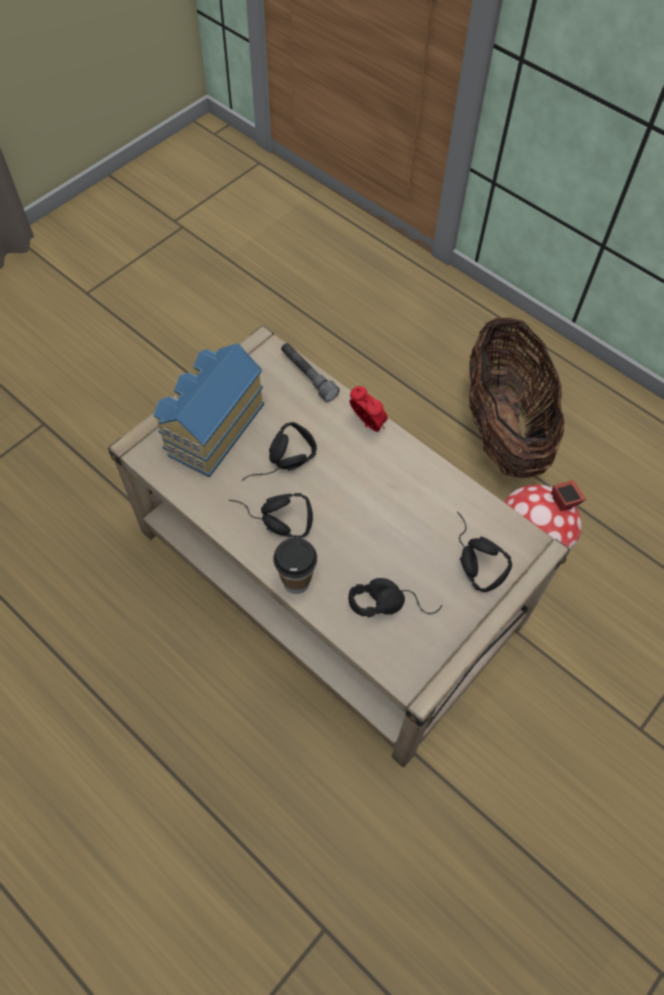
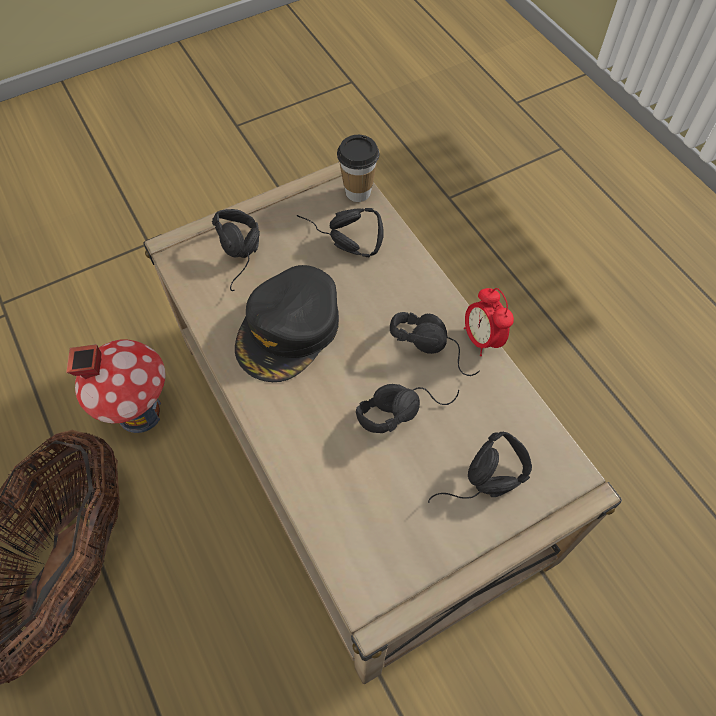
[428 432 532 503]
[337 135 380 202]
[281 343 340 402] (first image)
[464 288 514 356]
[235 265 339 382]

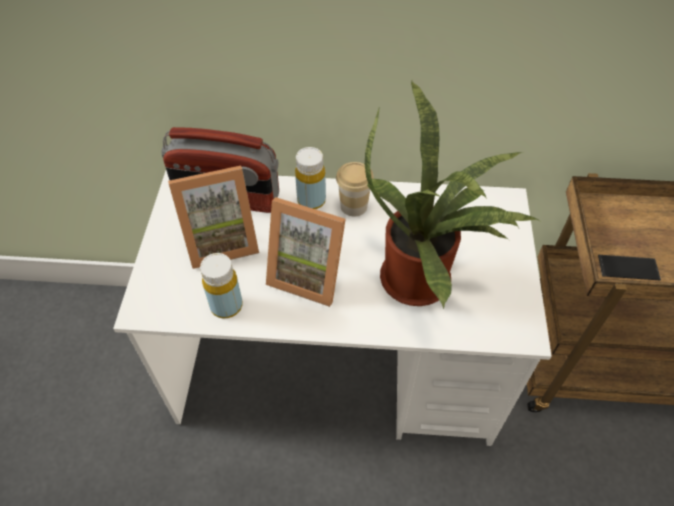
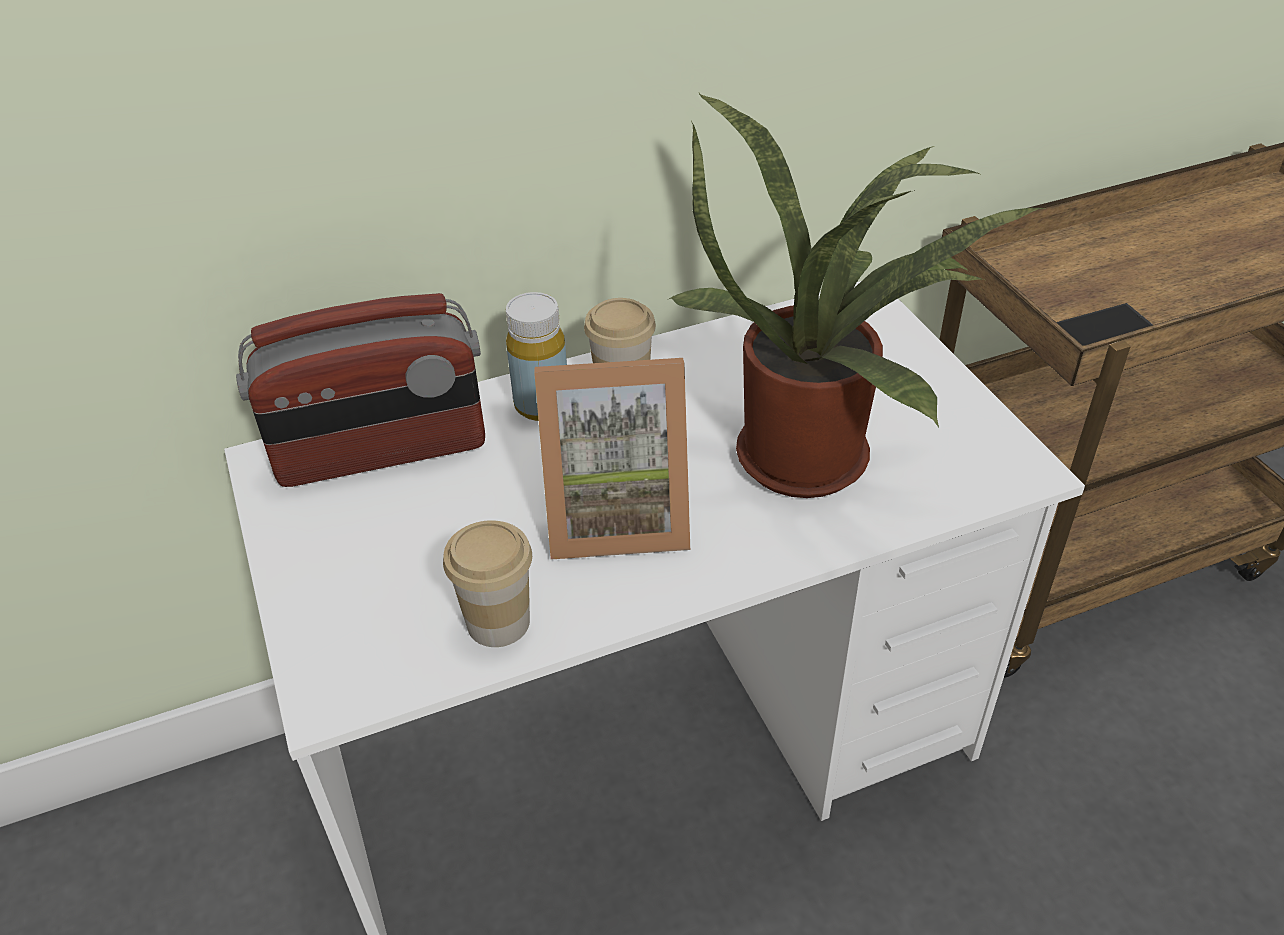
[168 166 259 269] (first image)
[443 520 532 647]

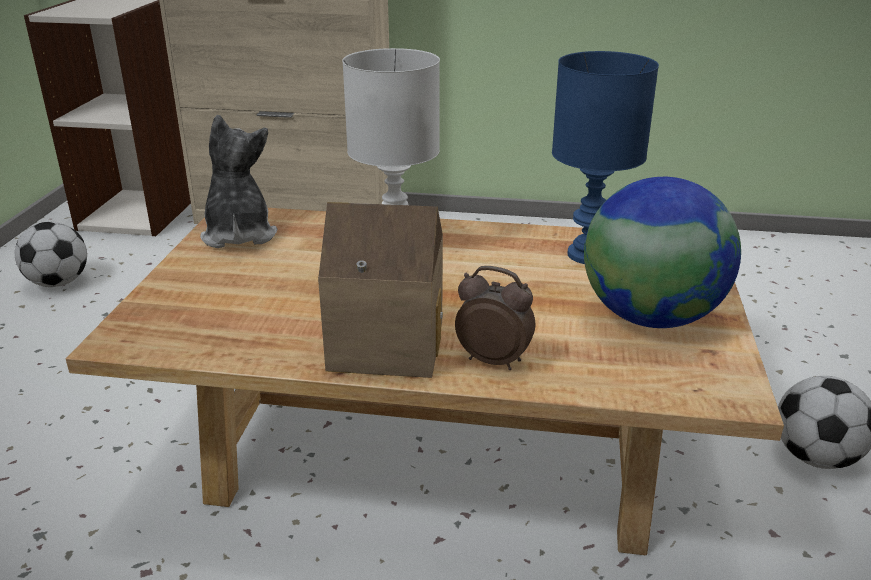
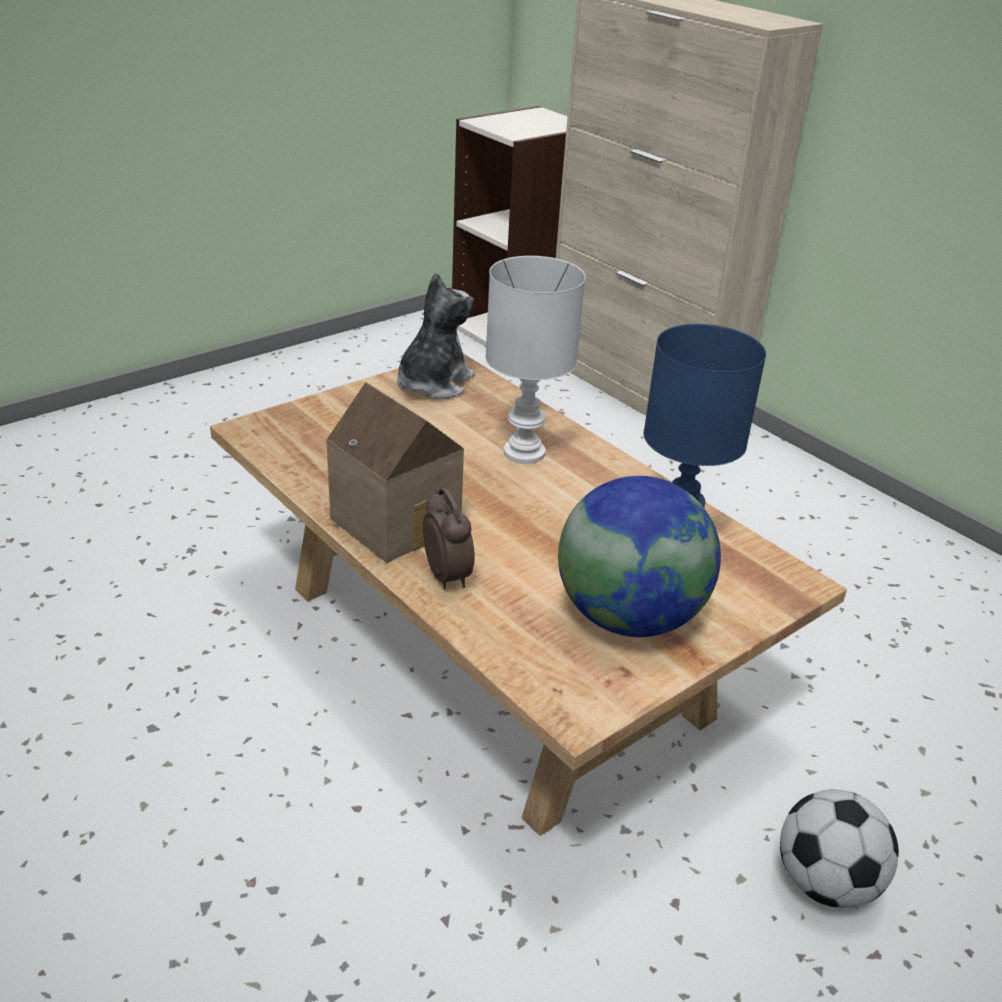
[15 221 87 287] (first image)

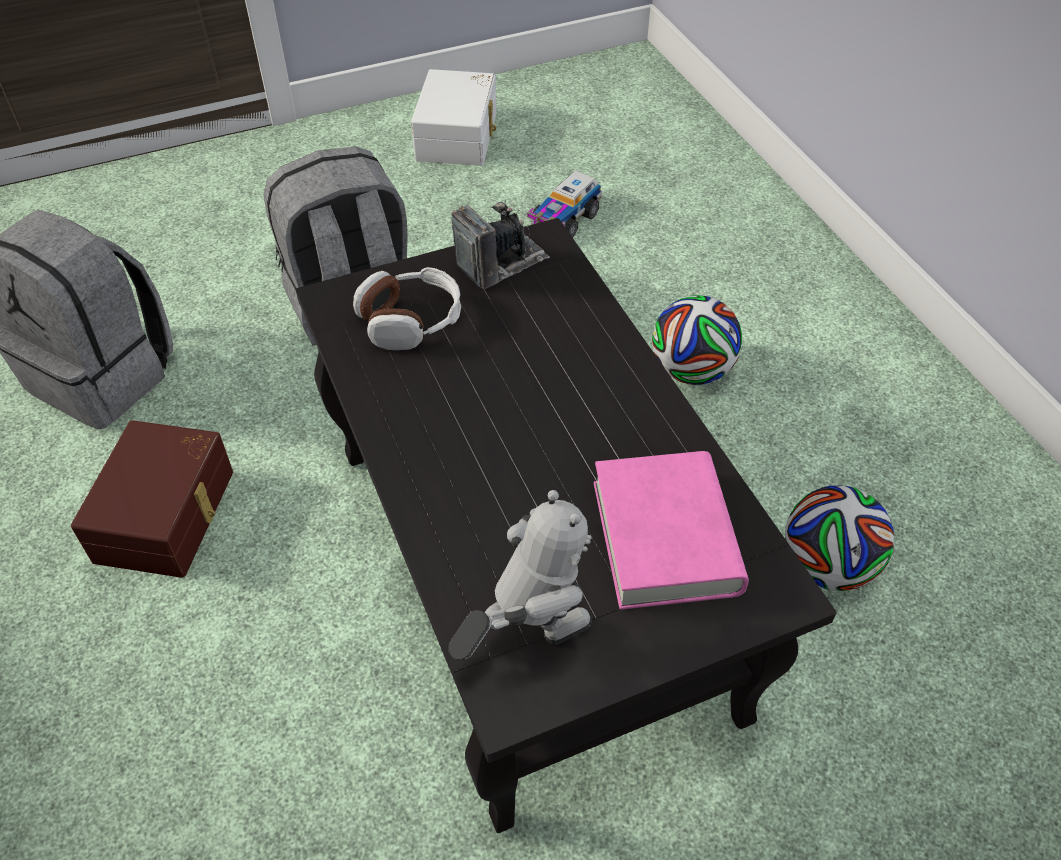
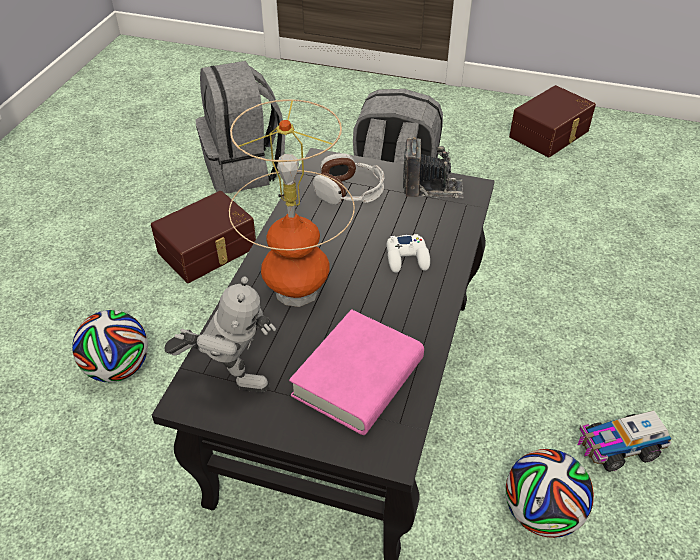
[509 85 596 157]
[577 411 672 472]
[72 310 148 382]
[229 99 355 307]
[387 234 430 273]

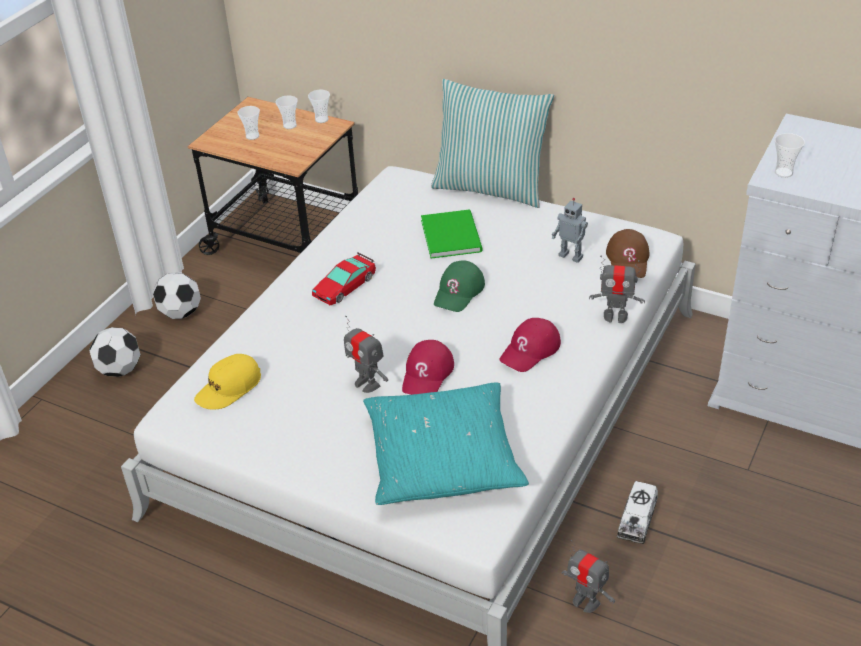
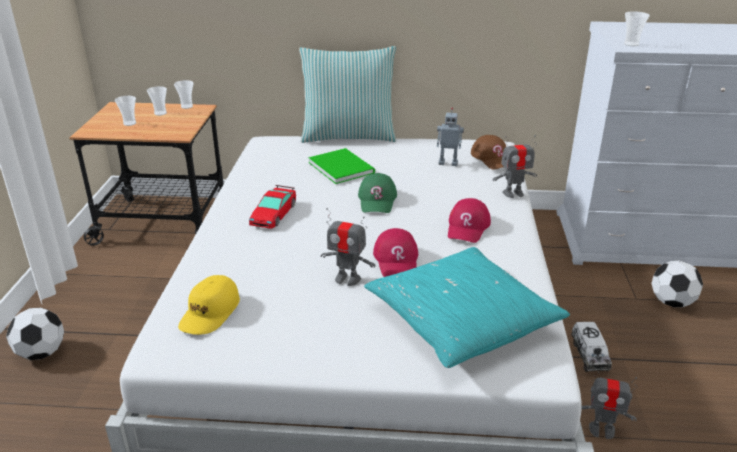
[651 260 703 307]

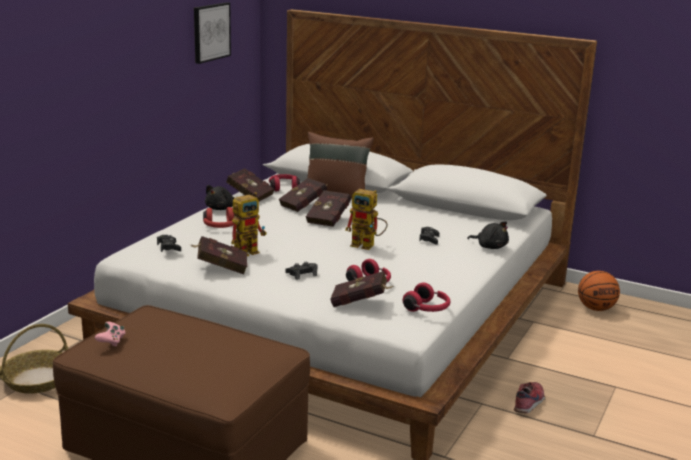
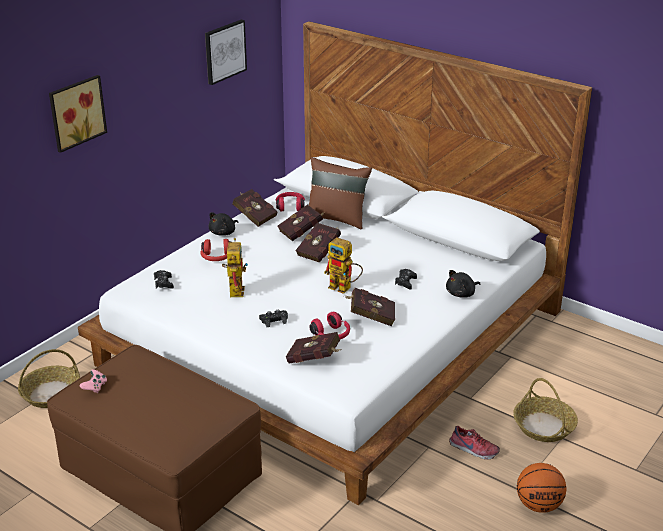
[344 288 395 326]
[222 238 248 297]
[403 283 451 312] (first image)
[446 270 480 298]
[449 426 500 460]
[517 463 566 513]
[49 75 107 153]
[513 378 578 442]

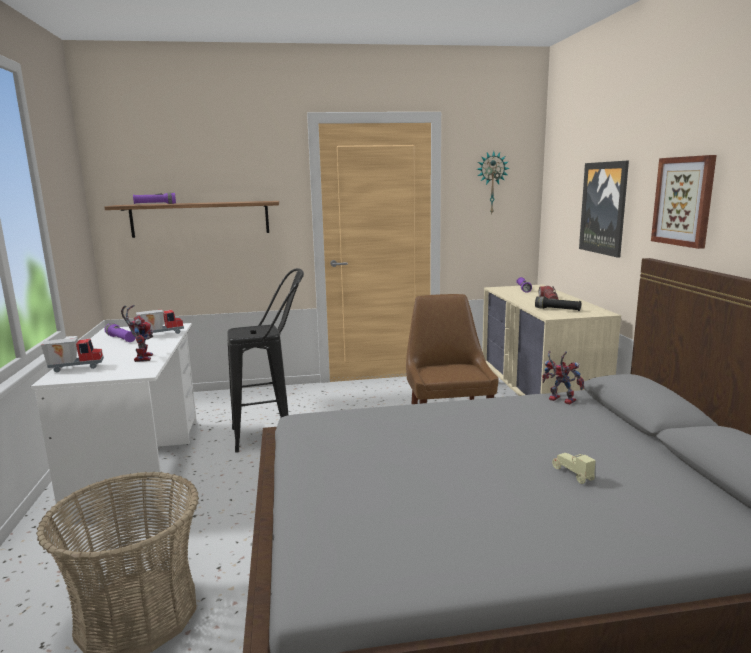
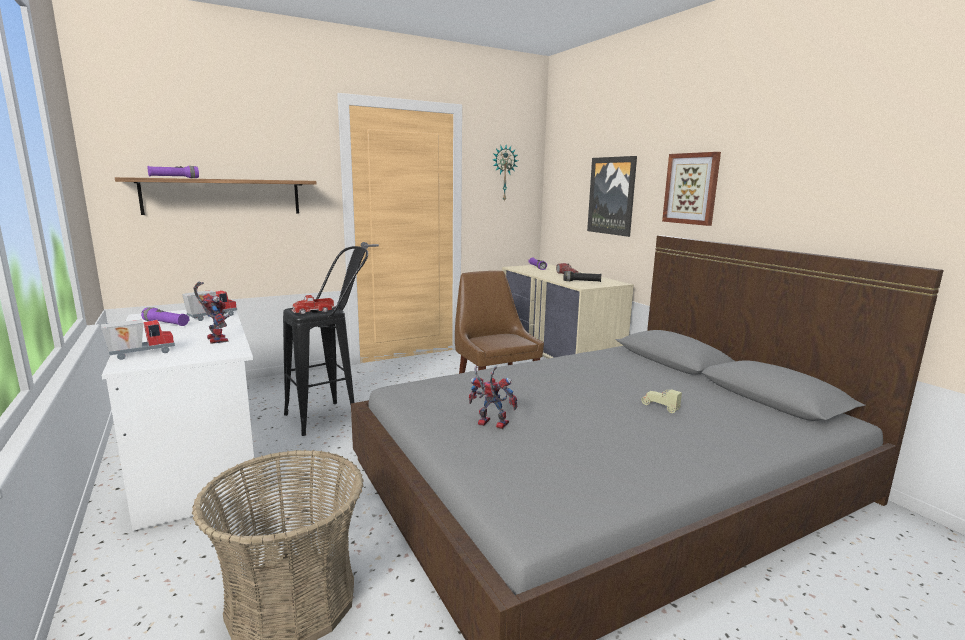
[469 366 518 429]
[292 295 335 315]

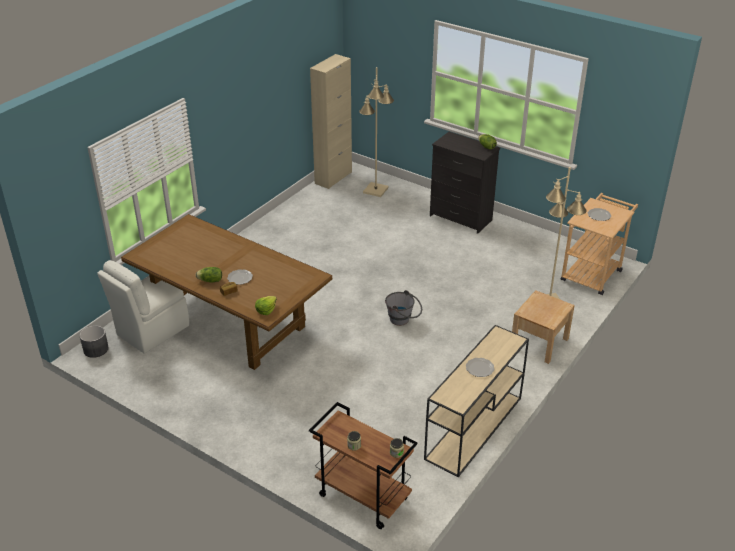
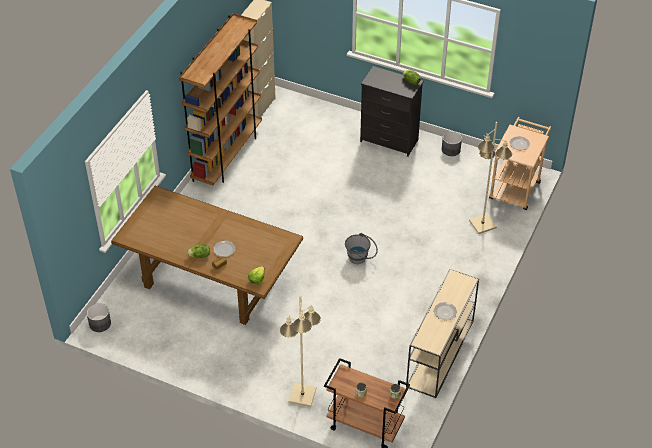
[97 260 189 353] (first image)
[280 295 321 407]
[512 290 575 364] (first image)
[179 13 262 186]
[442 131 462 156]

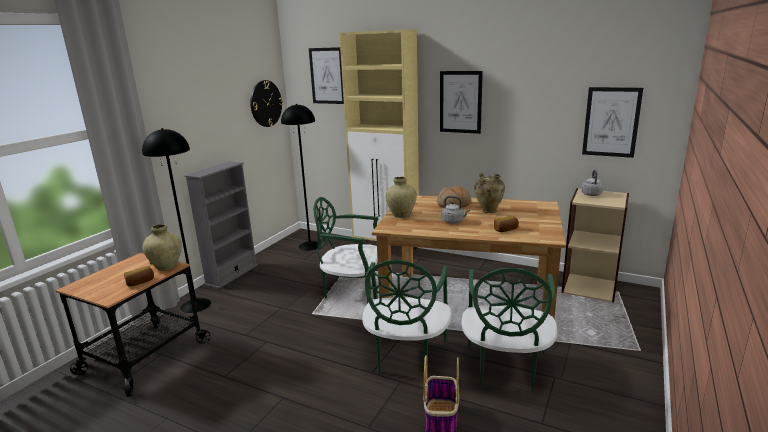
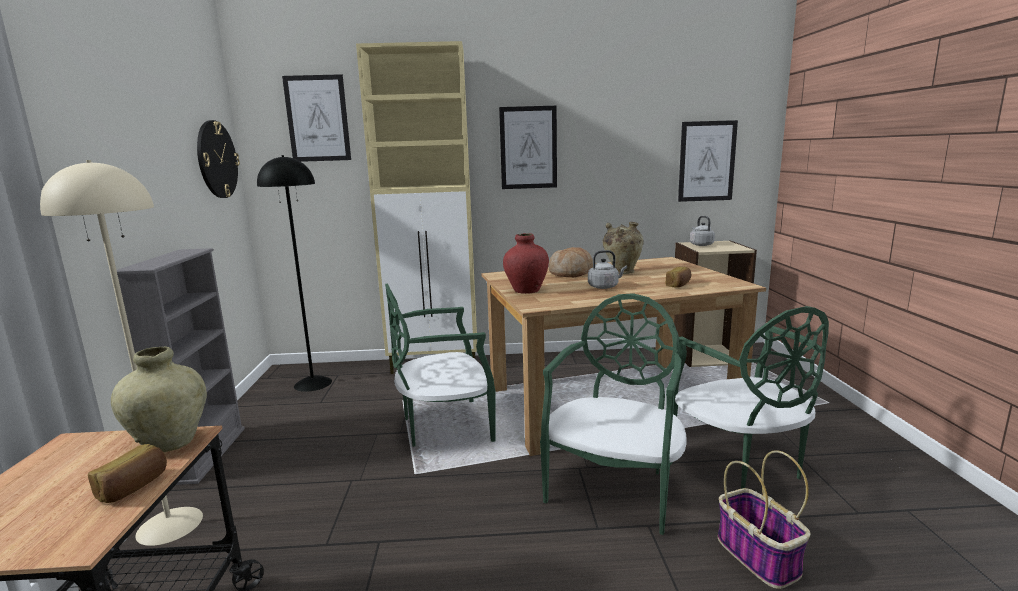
[40 160 203 546]
[540 293 687 535]
[503 233 549 294]

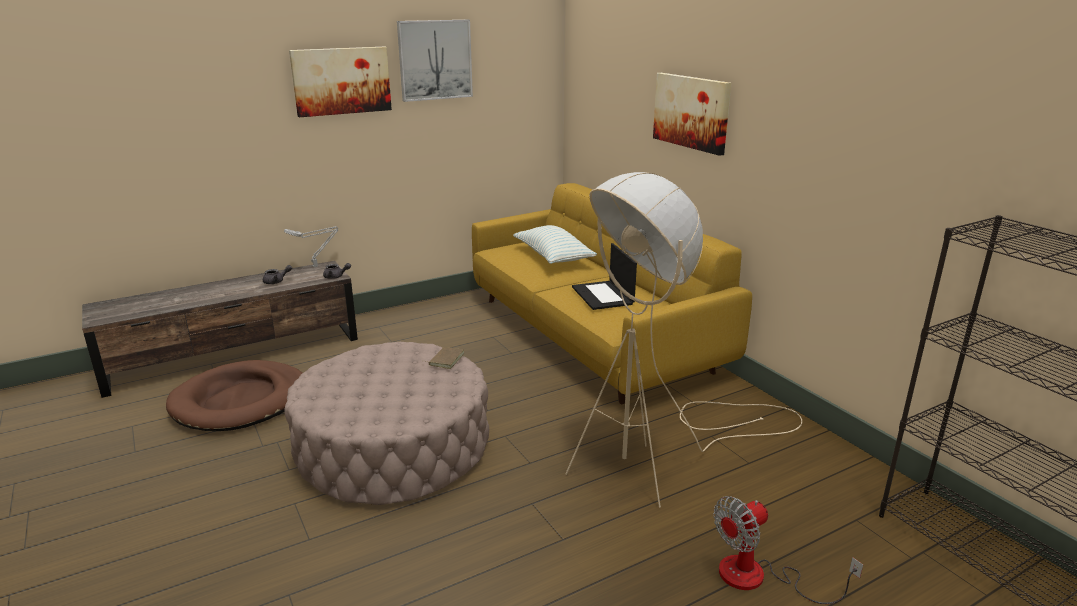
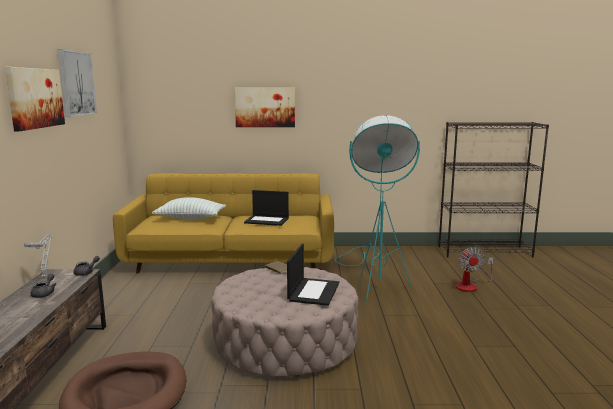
[335 115 420 301]
[287 244 339 306]

